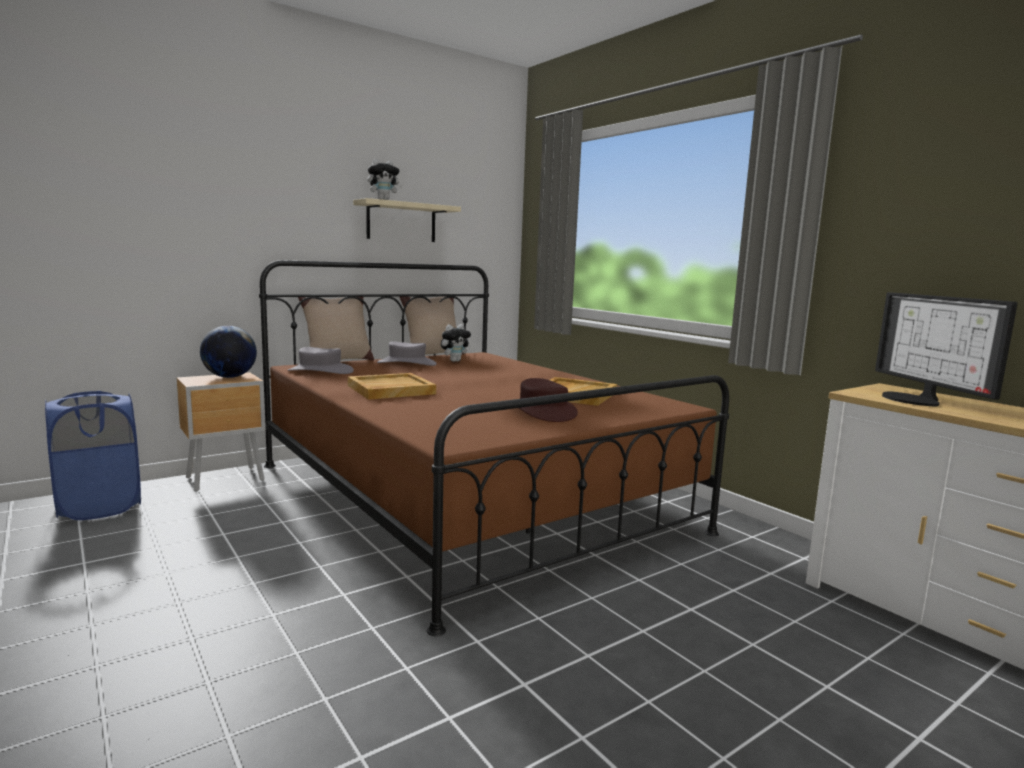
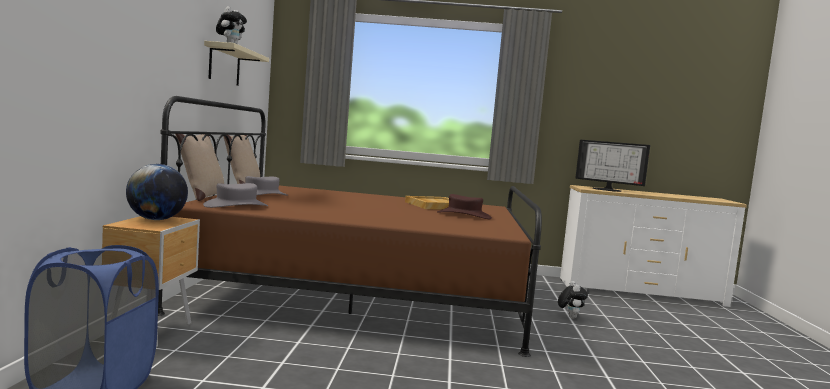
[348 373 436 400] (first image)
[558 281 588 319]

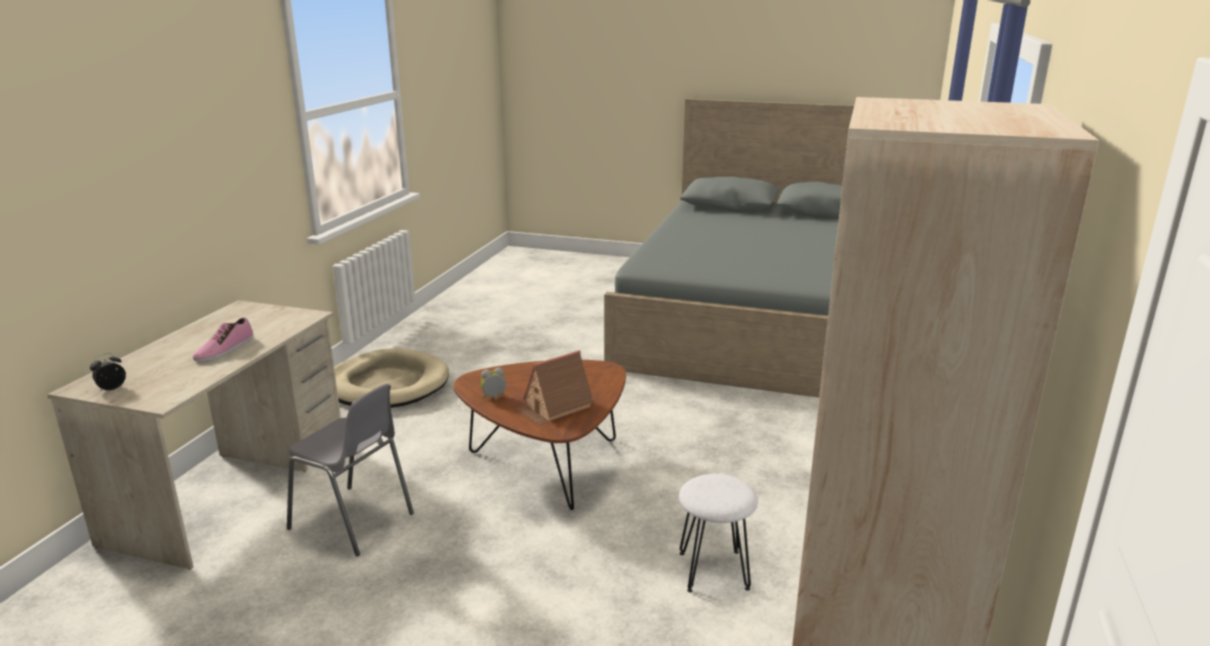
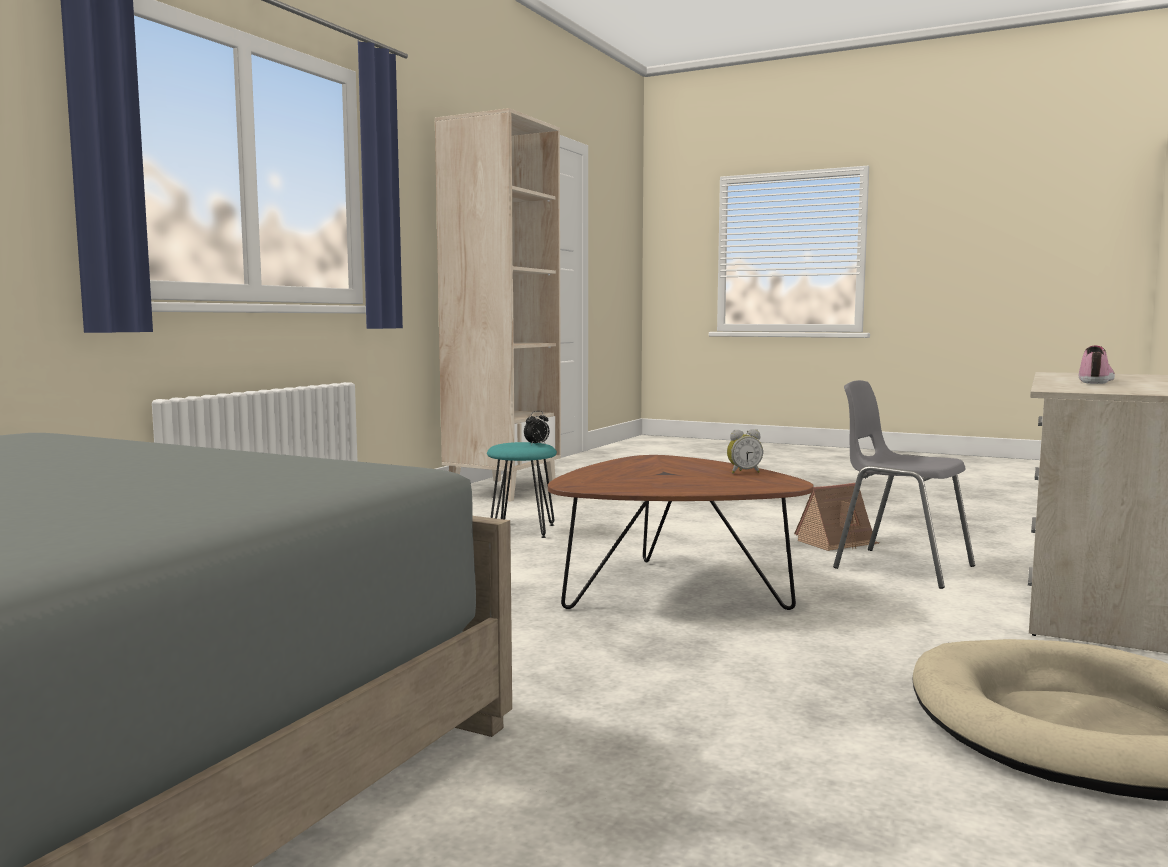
[524 411 549 445]
[794 483 879 551]
[487 442 557 538]

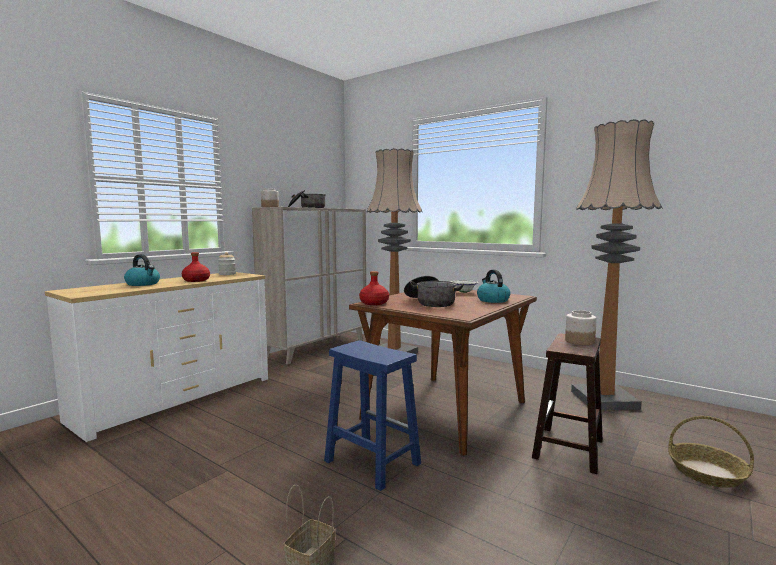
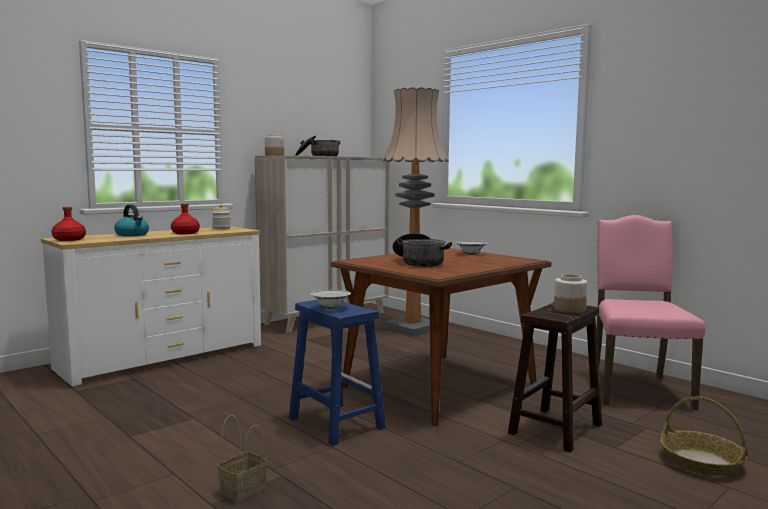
[52 207 86 241]
[477 270 511 303] (first image)
[596 215 705 410]
[310 290 351 309]

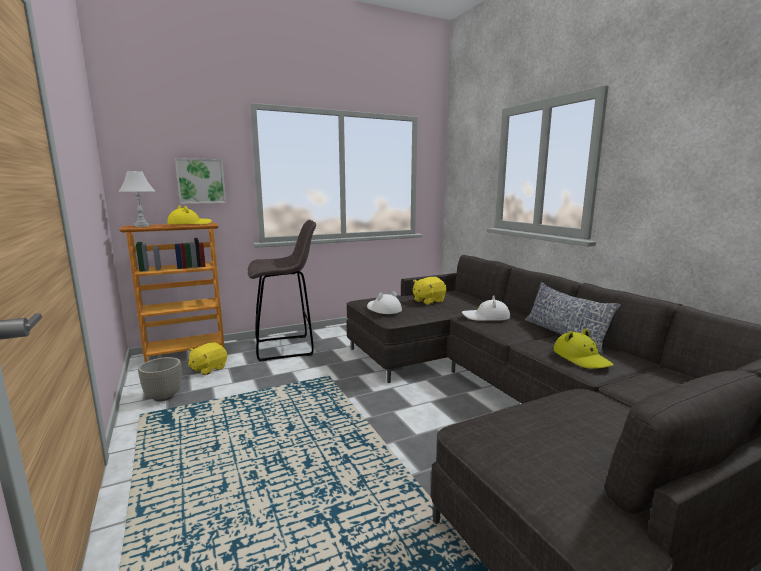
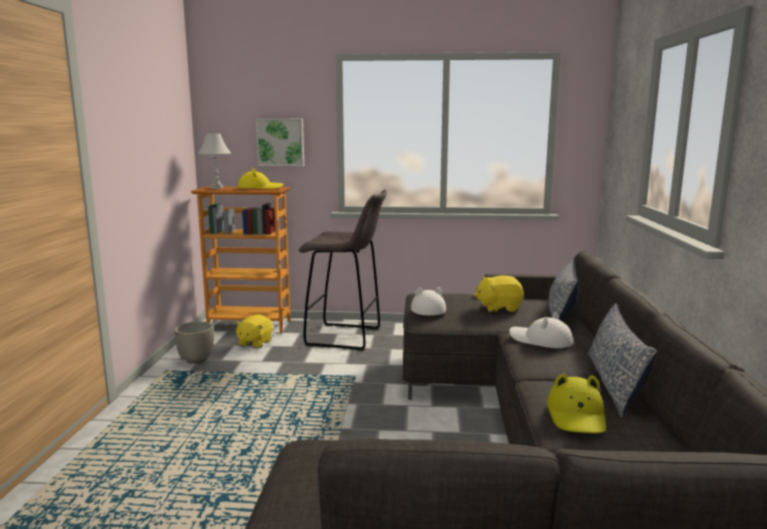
[234 315 273 348]
[549 257 579 321]

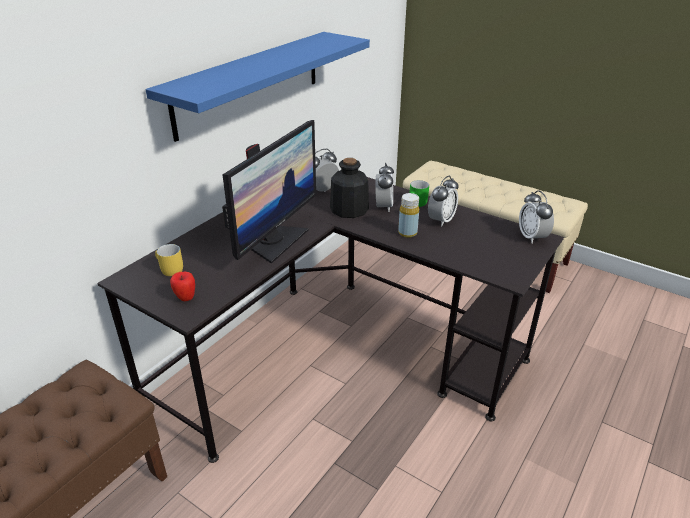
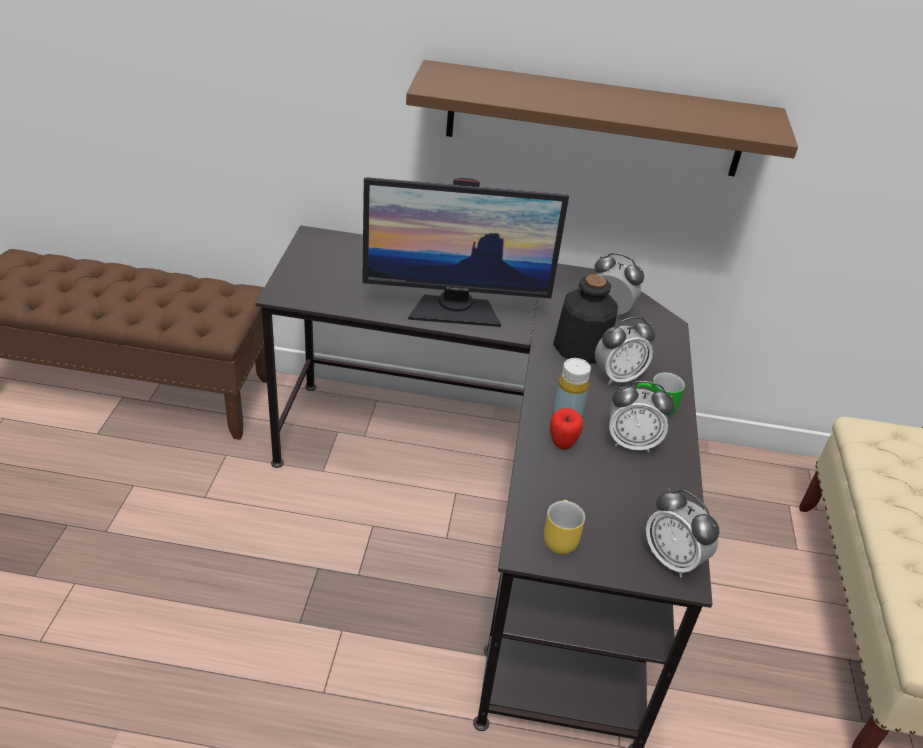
[406 60 798 176]
[543 500 585 554]
[550 408 583 450]
[646 489 719 577]

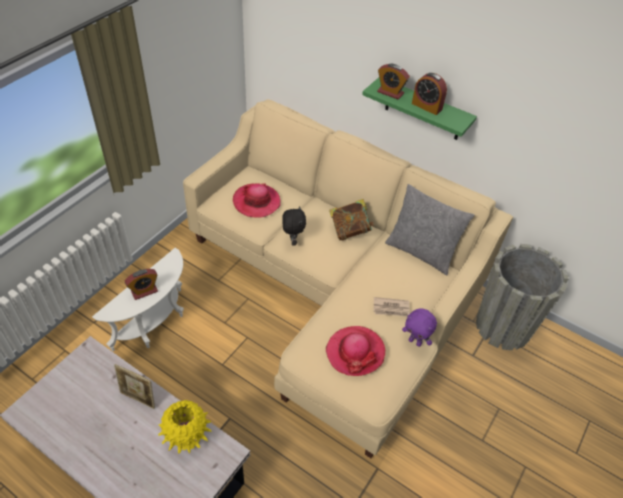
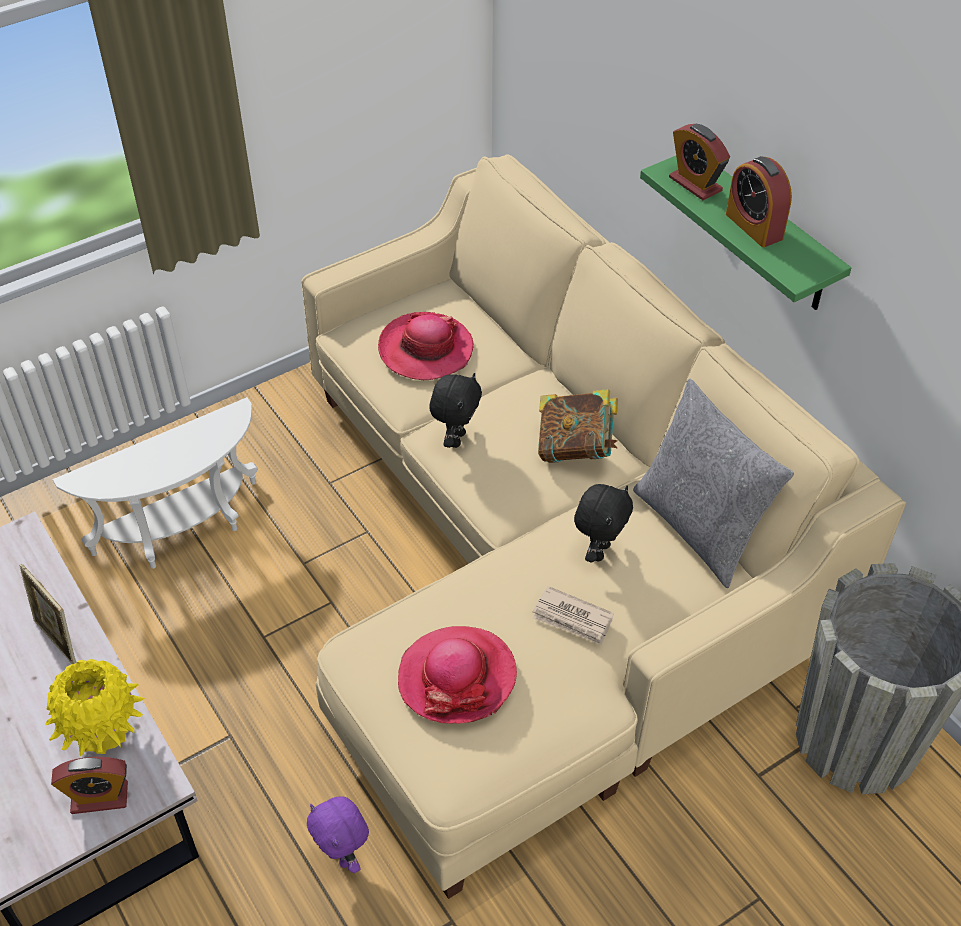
[51 757 128 814]
[307 797 369 873]
[574 484 633 563]

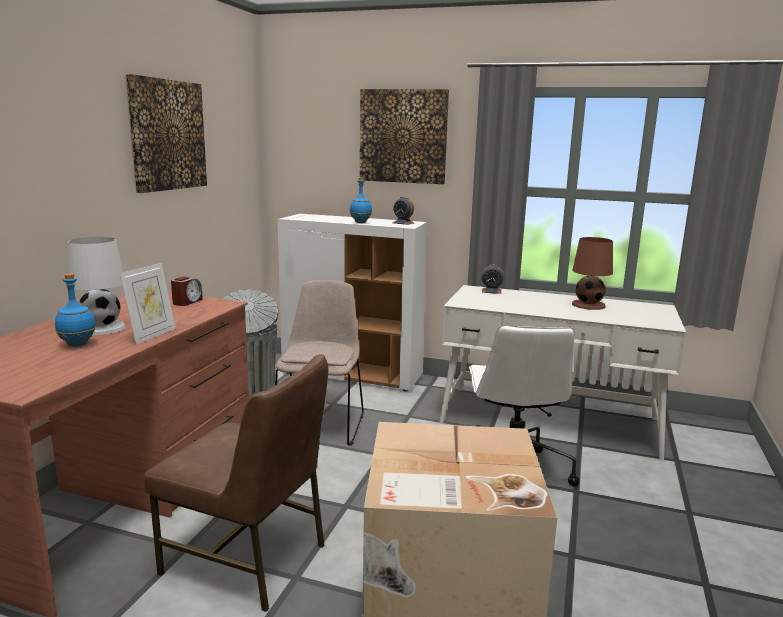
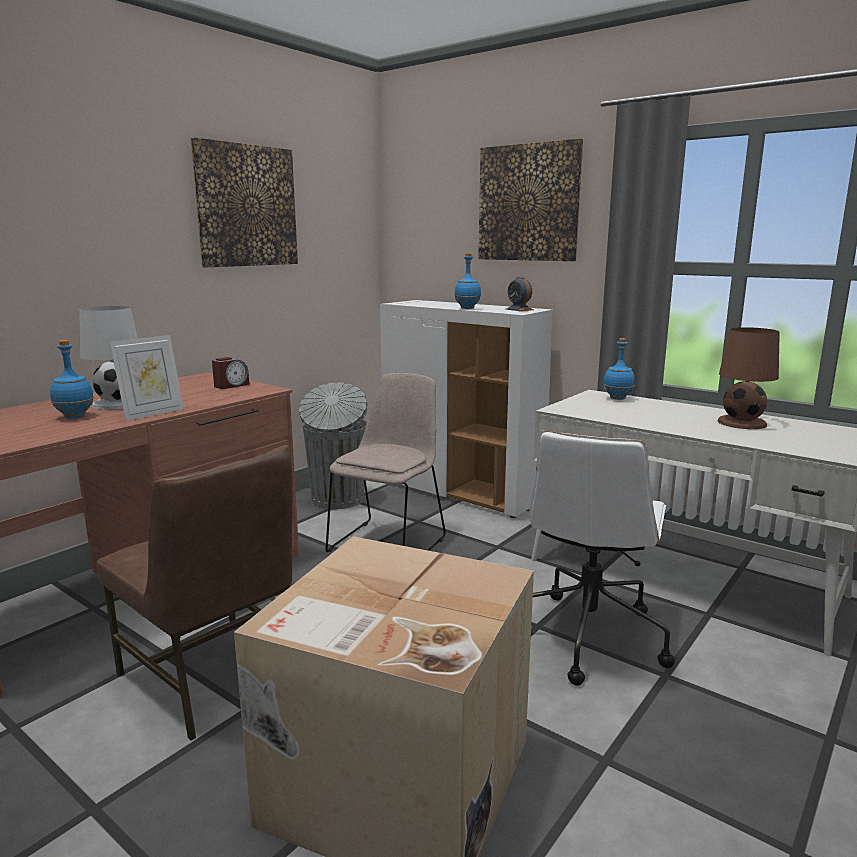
[603 338 635 400]

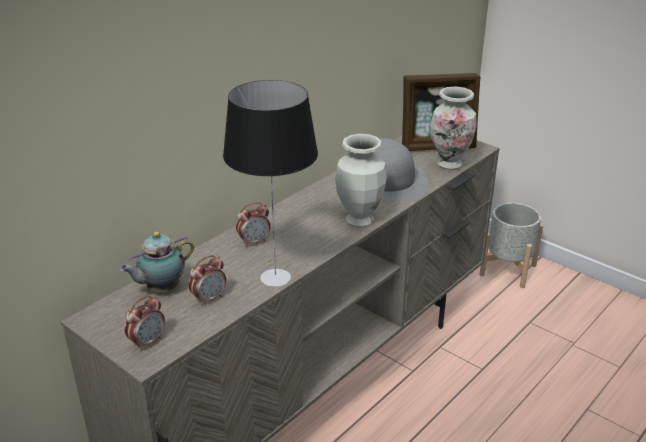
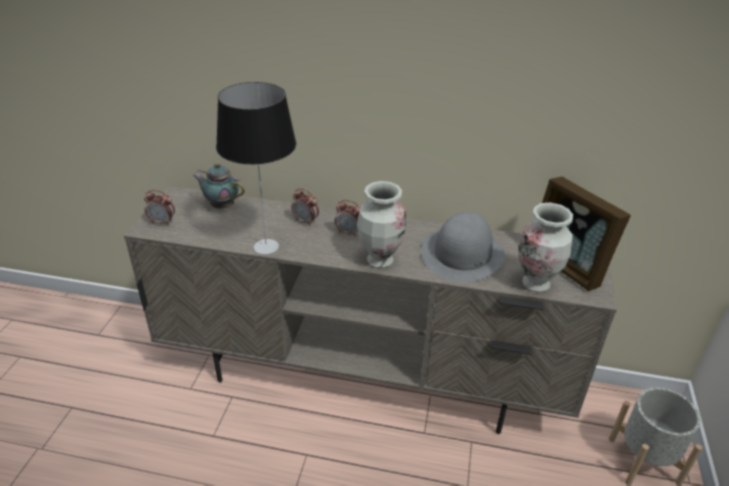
[335 200 360 237]

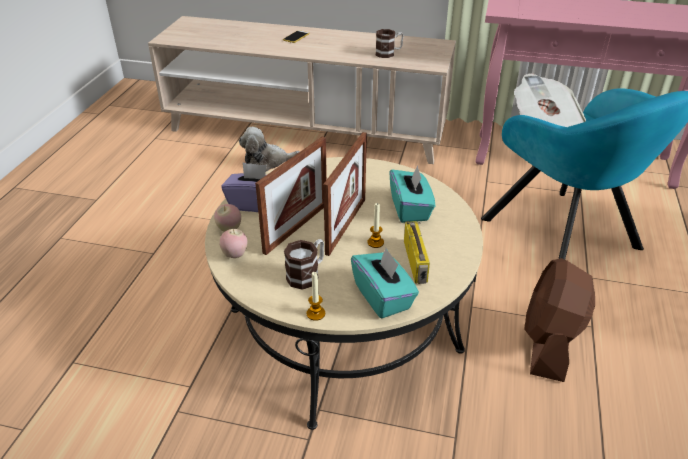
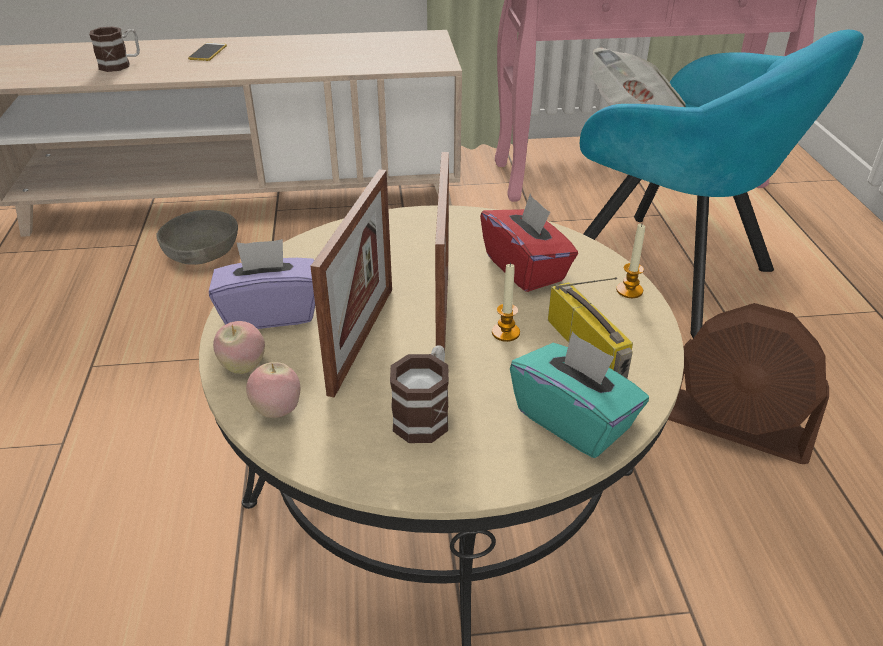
[156 210 238 265]
[616 224 645 298]
[89 26 140 72]
[480 194 578 292]
[668 303 829 464]

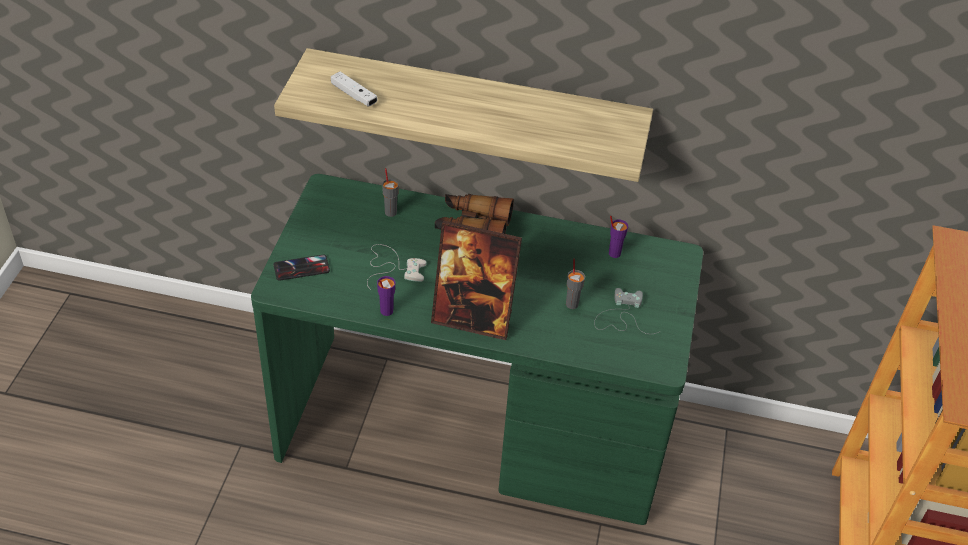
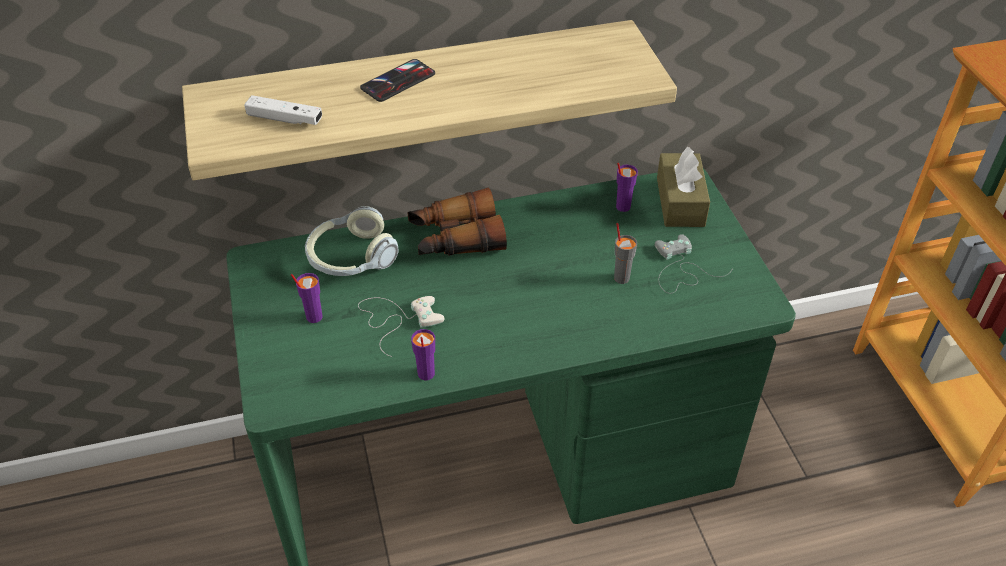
[360 59 435 102]
[305 206 398 276]
[431 221 522 340] (first image)
[291 273 323 323]
[657 147 710 227]

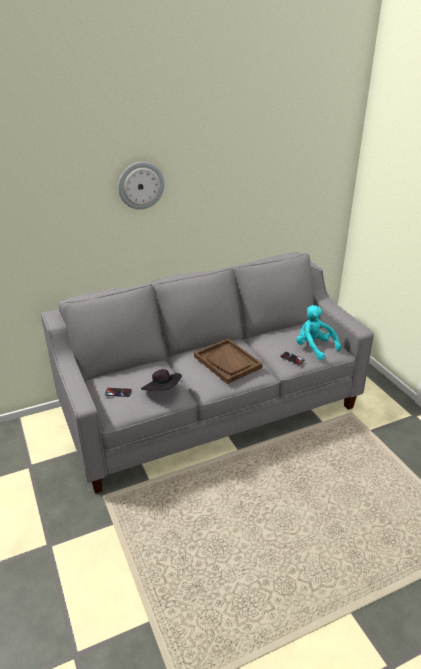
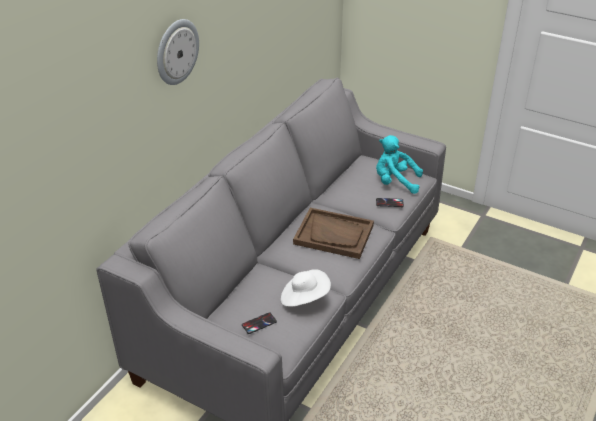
[281 269 331 307]

